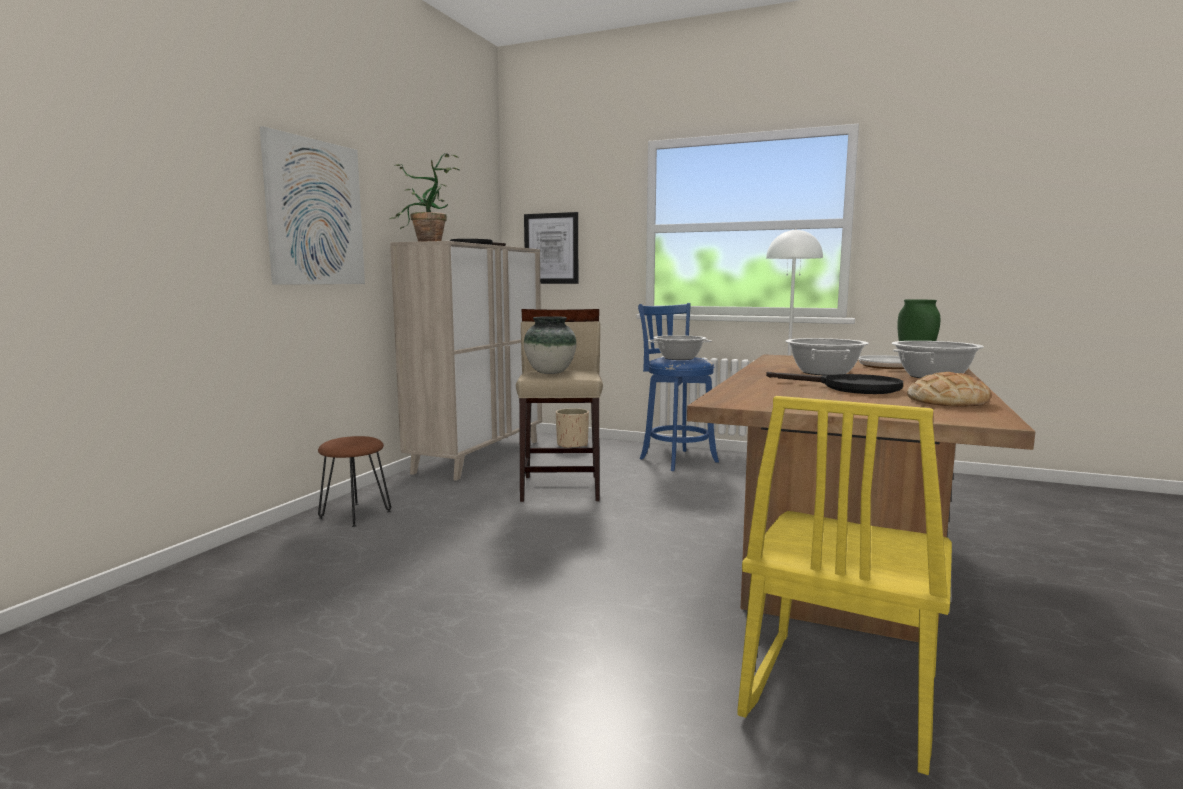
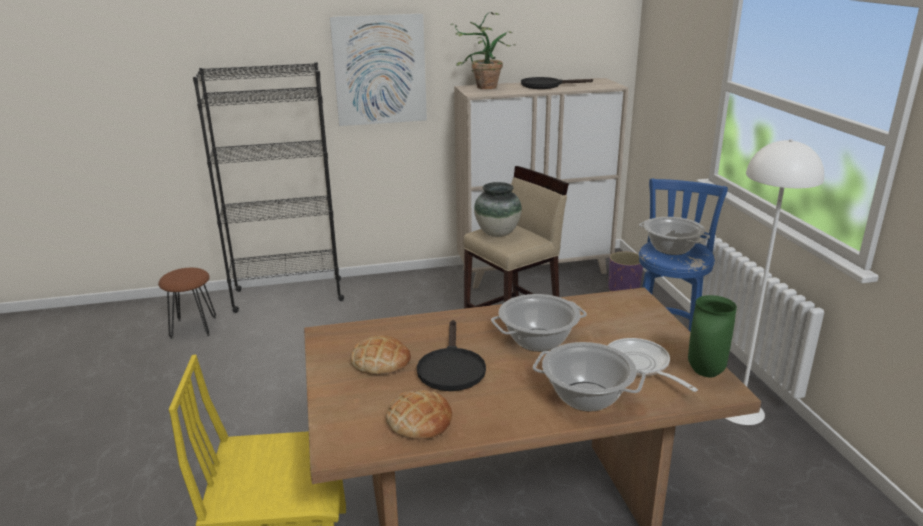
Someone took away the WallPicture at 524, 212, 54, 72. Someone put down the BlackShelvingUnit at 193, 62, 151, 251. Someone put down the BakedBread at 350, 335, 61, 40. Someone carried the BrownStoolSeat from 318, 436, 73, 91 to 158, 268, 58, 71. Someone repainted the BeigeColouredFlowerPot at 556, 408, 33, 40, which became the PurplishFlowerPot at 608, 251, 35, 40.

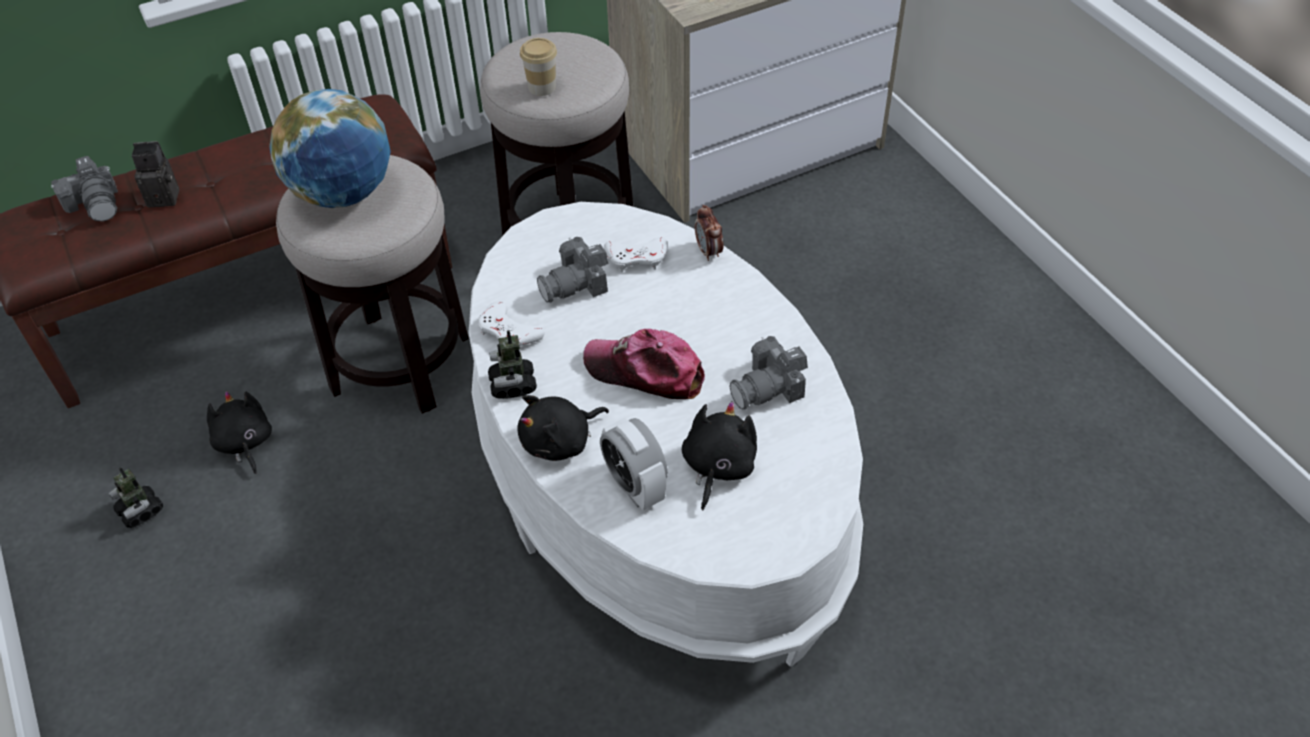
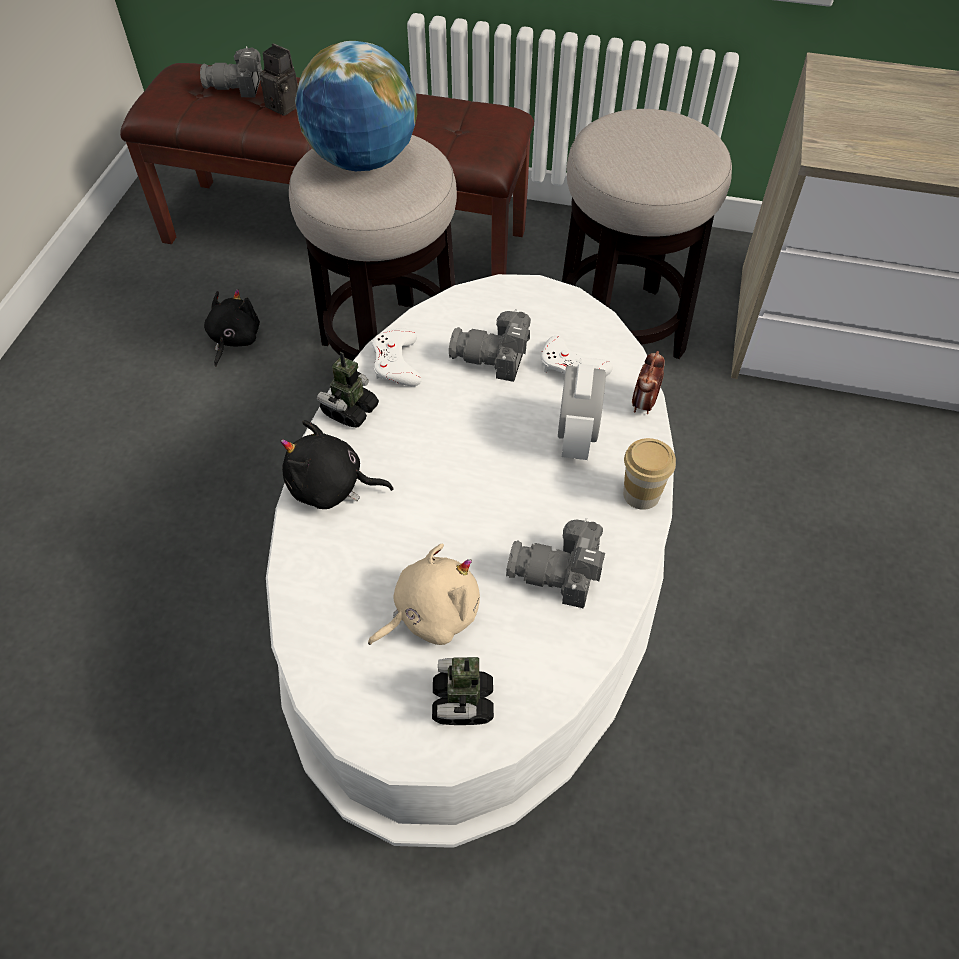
Someone took away the Cap at 583, 329, 122, 70. Someone carried the RobotFigure from 109, 467, 54, 61 to 432, 657, 62, 68. Someone carried the DrinkingCup from 520, 38, 37, 58 to 623, 438, 53, 72. Someone carried the AlarmClock from 600, 418, 68, 92 to 558, 363, 48, 97. Someone repainted the BlackCuddlyToy at 682, 401, 75, 109, which became the BeigeColouredCuddlyToy at 368, 544, 112, 101. Someone rotated the PhotoCamera at 51, 156, 67, 65 by 75 degrees clockwise.

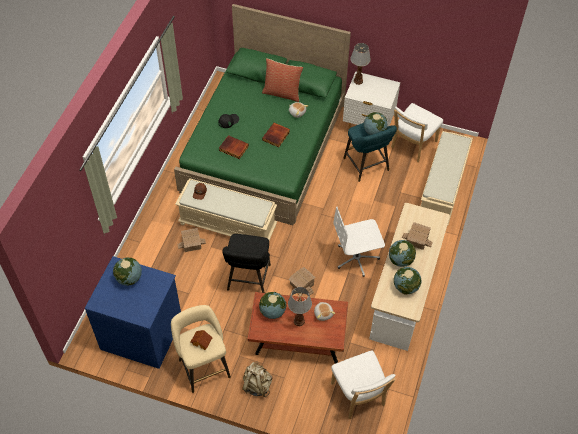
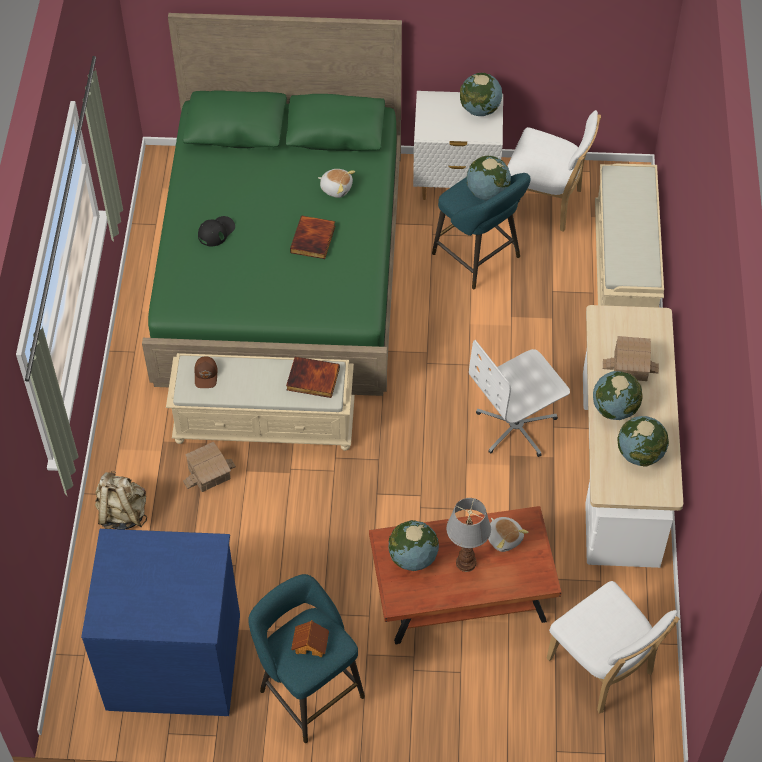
Someone took away the BlackStoolSeat at 222, 234, 49, 59. Someone took away the Cushion at 262, 58, 41, 44. Someone took away the ModelHouse at 288, 267, 28, 28. Someone took away the TableLamp at 350, 43, 21, 42. Someone carried the Globe from 113, 257, 29, 29 to 460, 73, 42, 43. Someone carried the BoundBook from 219, 135, 30, 24 to 286, 357, 54, 41. Someone carried the BeigeColouredBackpack from 242, 362, 30, 35 to 95, 470, 52, 60. Someone repainted the BeigeColouredStoolSeat at 171, 305, 60, 88, which became the TurquoiseColouredStoolSeat at 248, 574, 117, 169. Someone rotated the WhitishPlainChair at 391, 103, 52, 59 by 90 degrees counterclockwise.

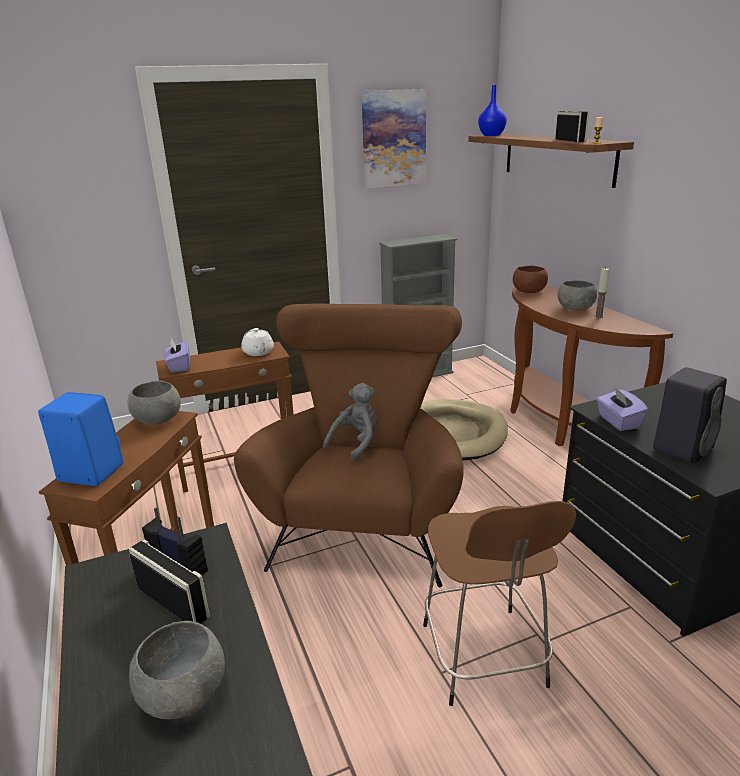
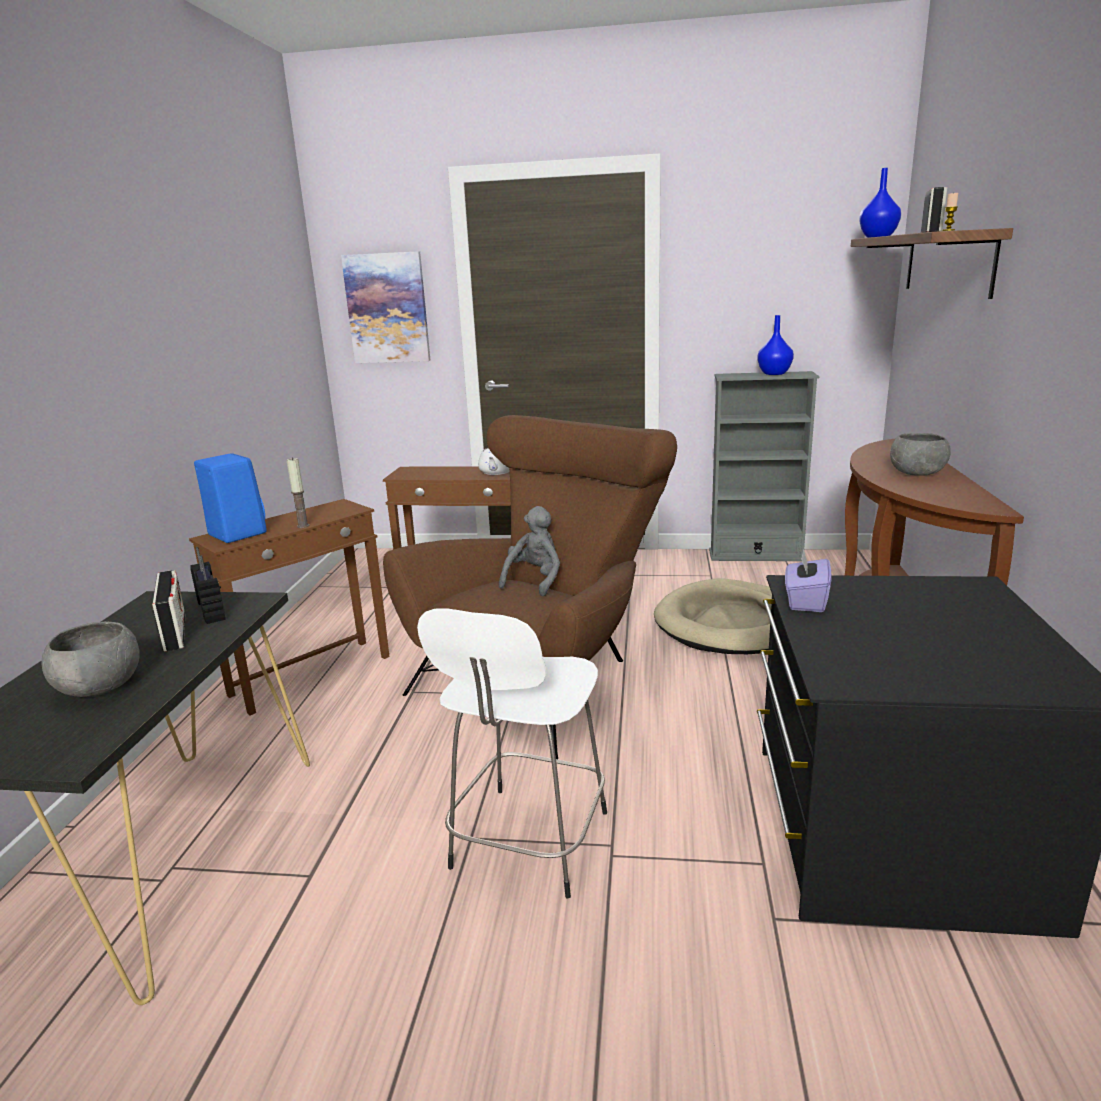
Someone took away the GreyishServingBowl at 127, 381, 54, 44. Someone took away the PurplishBoxOfTissues at 164, 338, 26, 35. Someone took away the BrownServingBowl at 513, 266, 35, 27. Someone took away the BlackSpeaker at 653, 367, 74, 97. Someone put down the BluishVase at 757, 315, 37, 60. Someone carried the WallPicture from 361, 89, 65, 100 to 341, 251, 89, 112. Someone carried the WaxCandle from 595, 267, 15, 51 to 287, 457, 22, 71. Someone repainted the BrownStoolSeat at 423, 501, 153, 205, which became the WhitishStoolSeat at 417, 608, 190, 290. Someone rotated the GreyishCuddlyToy at 323, 383, 54, 78 by 45 degrees counterclockwise.

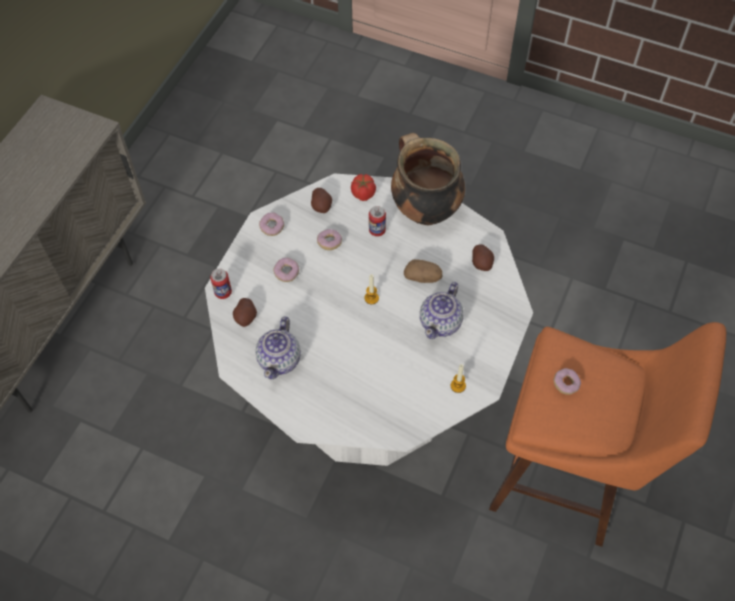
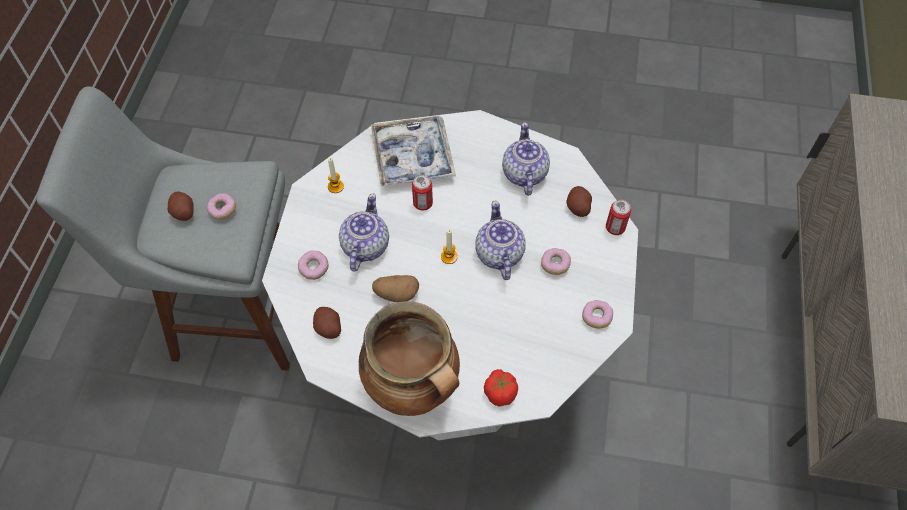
Someone put down the Tray at 371, 116, 85, 71. Someone put down the PotForTea at 475, 201, 51, 79. Someone carried the Spud from 311, 188, 21, 25 to 168, 191, 26, 30. Someone carried the Doughnut from 317, 229, 25, 21 to 298, 250, 31, 30. Someone carried the Can from 369, 206, 17, 30 to 412, 175, 21, 36. Someone repainted the OrangeStoolSeat at 489, 322, 237, 225, which became the GreyishStoolSeat at 37, 86, 253, 285.

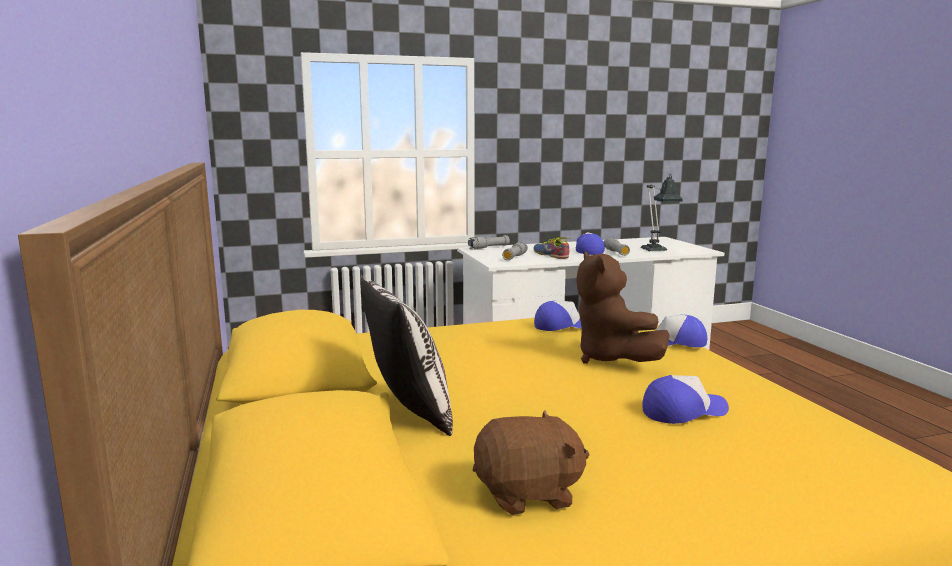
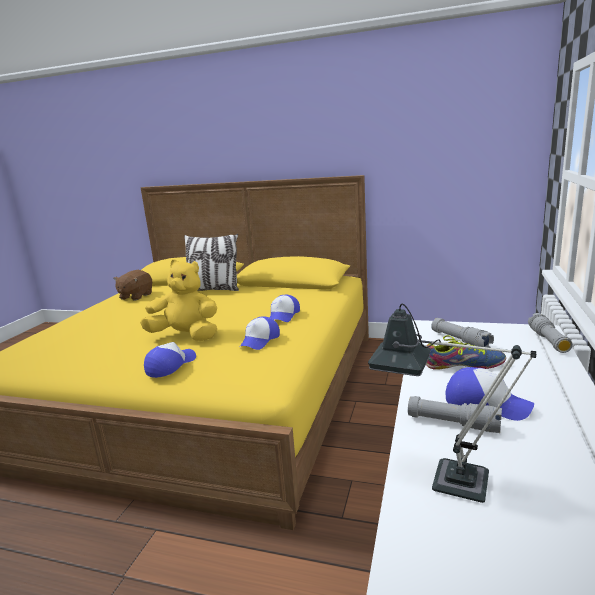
Someone carried the Cap from 642, 375, 87, 49 to 270, 295, 30, 27. Someone repainted the BrownCuddlyToy at 576, 252, 94, 112, which became the YellowishCuddlyToy at 140, 259, 77, 82.

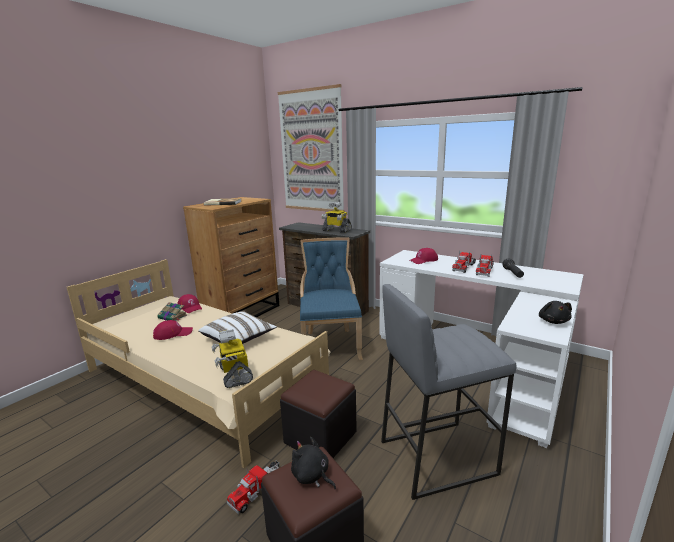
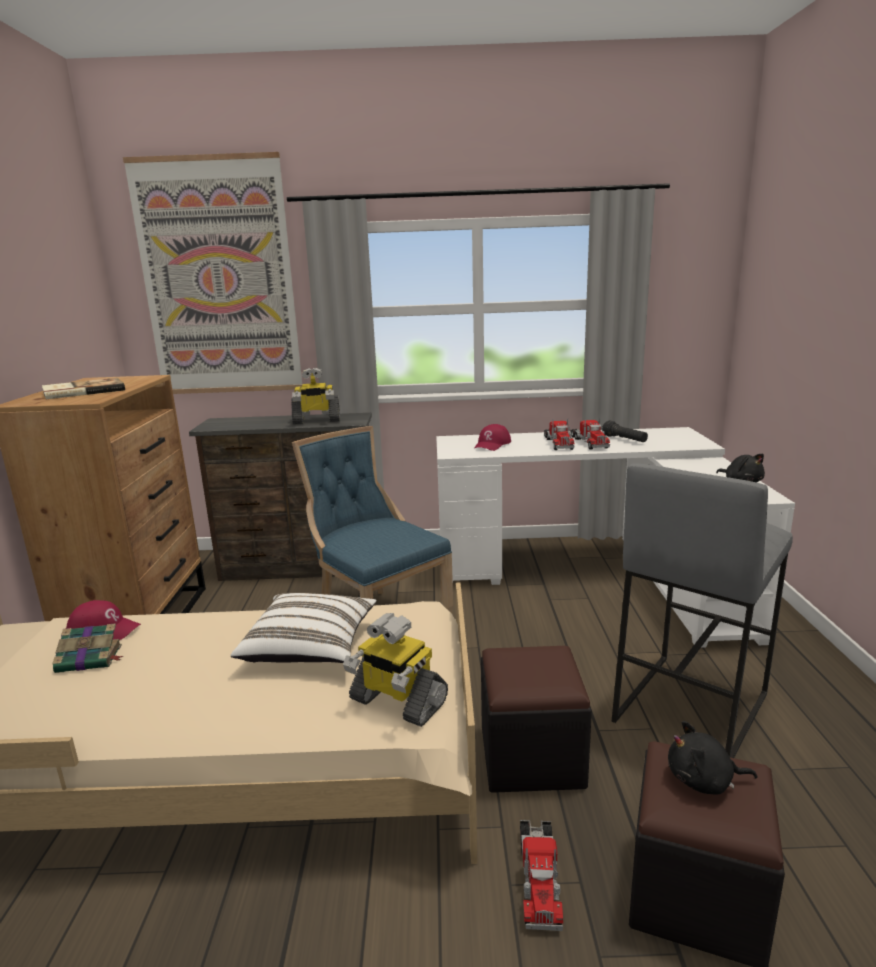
Someone took away the RedCap at 153, 320, 40, 20.

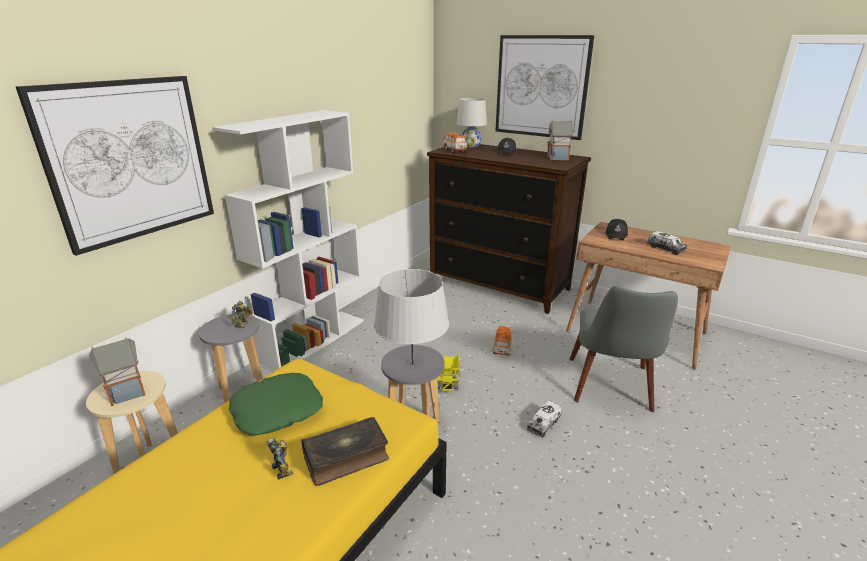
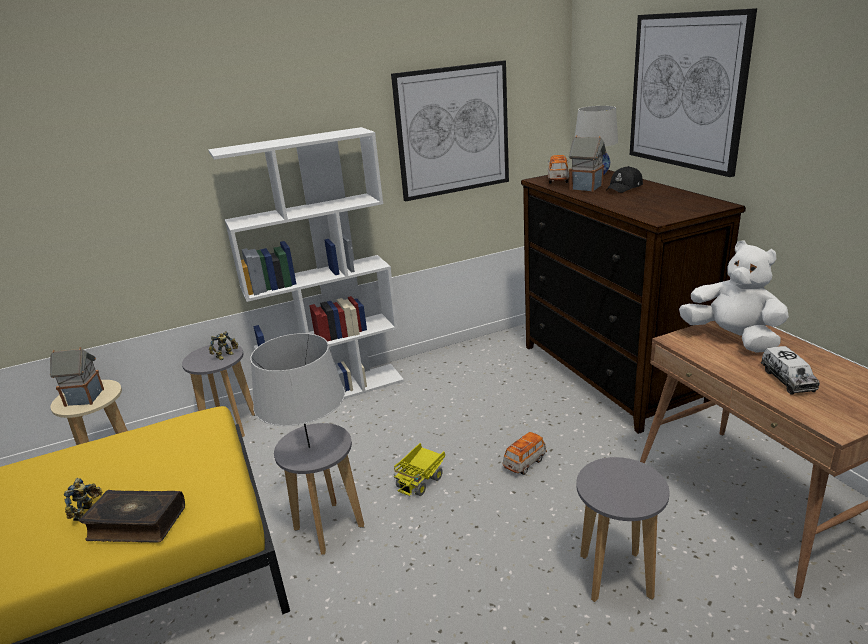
Someone took away the GreenCushion at 229, 373, 94, 63. Someone took away the ToyLorry at 527, 400, 34, 38. Someone carried the WallPicture from 15, 76, 199, 180 to 391, 60, 118, 142. Someone carried the ModelHouse from 547, 120, 27, 41 to 569, 135, 38, 57. Someone swapped the GreyishPlainChair at 569, 286, 109, 126 for the GreyishStoolSeat at 576, 457, 94, 145. Someone swapped the BlackCap at 605, 219, 23, 22 for the WhitishCuddlyToy at 679, 241, 110, 112.

